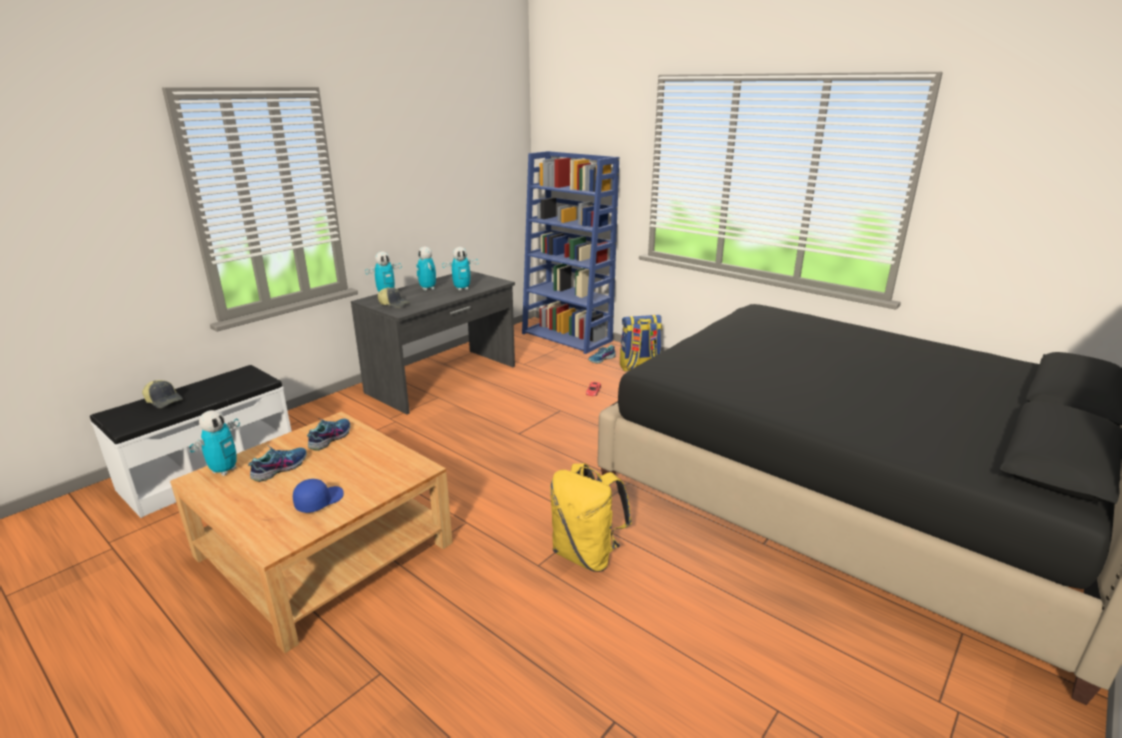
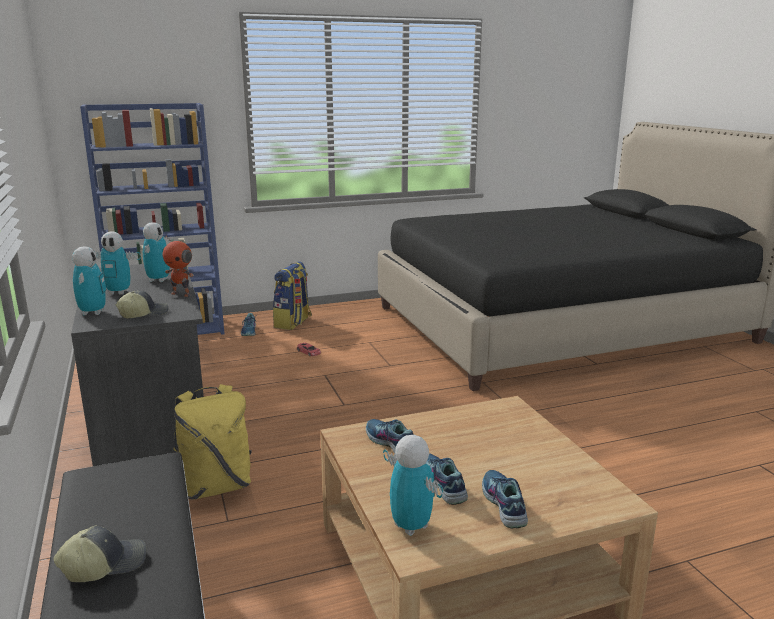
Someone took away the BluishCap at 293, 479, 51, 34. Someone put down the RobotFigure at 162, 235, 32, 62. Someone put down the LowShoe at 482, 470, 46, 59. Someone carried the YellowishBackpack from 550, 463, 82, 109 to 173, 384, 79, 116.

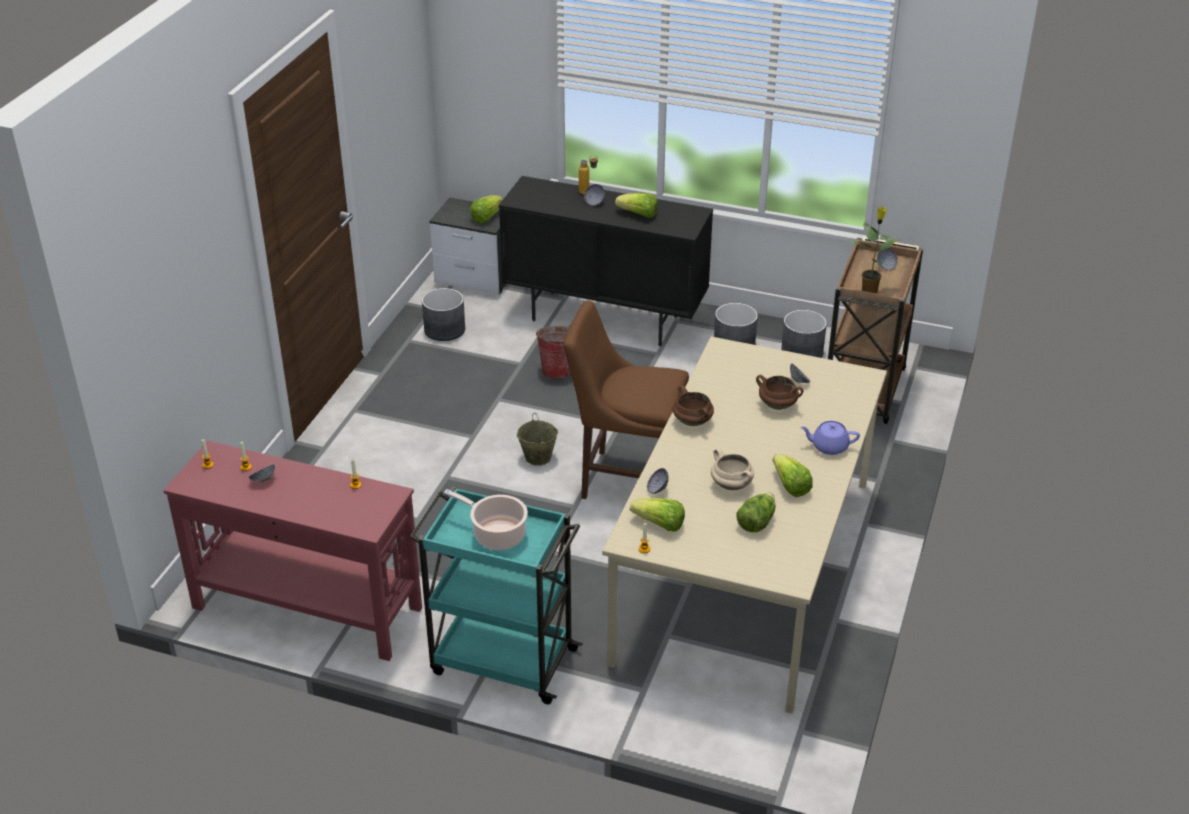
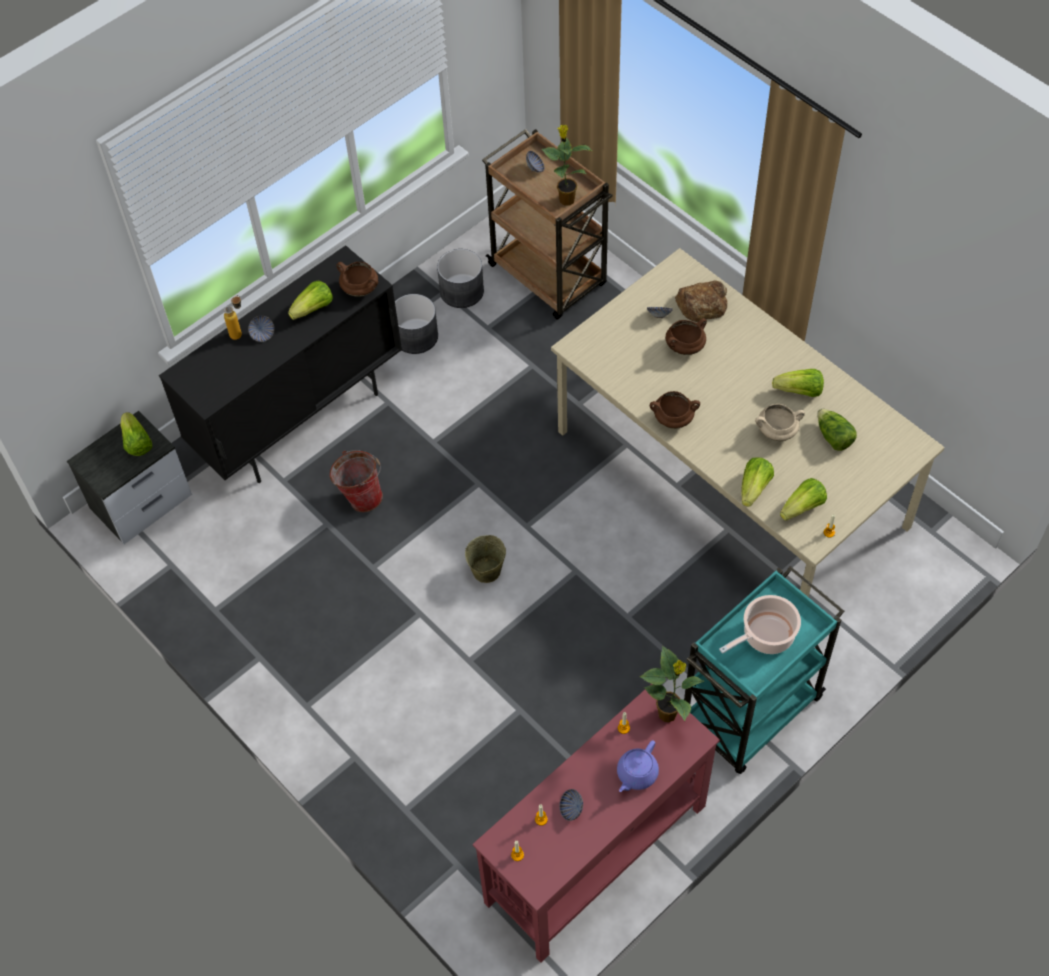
Someone took away the GreyishFlowerPot at 422, 288, 43, 53. Someone took away the BrownPlainChair at 563, 300, 126, 199. Someone put down the BrownCookingPot at 336, 262, 42, 35. Someone put down the PottedPlant at 640, 646, 65, 76. Someone put down the BakedBread at 675, 281, 52, 41. Someone carried the PurplishPotForTea from 800, 421, 60, 34 to 617, 740, 42, 52. Someone swapped the ServingBowl at 647, 468, 22, 26 for the LettuceHead at 741, 457, 33, 50.

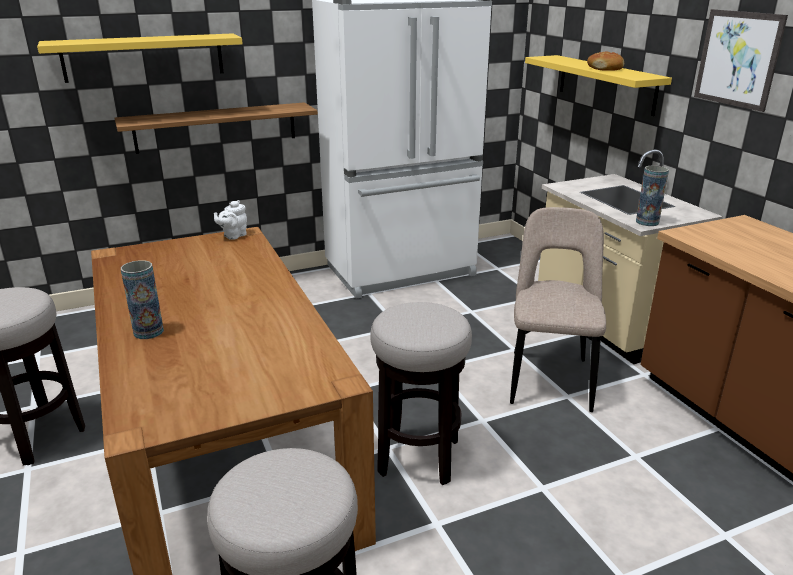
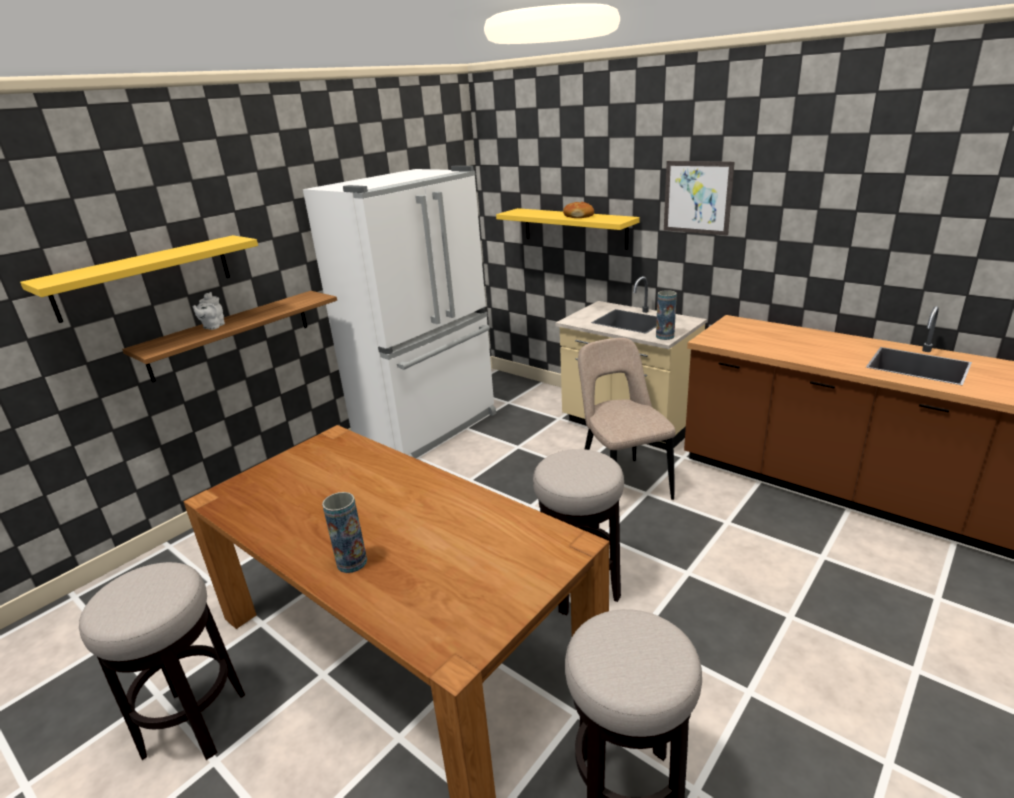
Someone carried the WhitishPotForTea from 214, 200, 33, 40 to 192, 292, 33, 38.

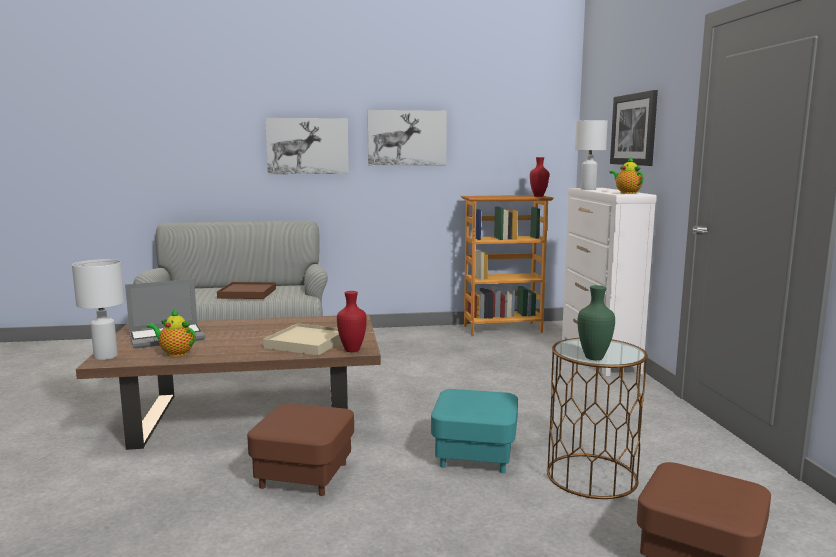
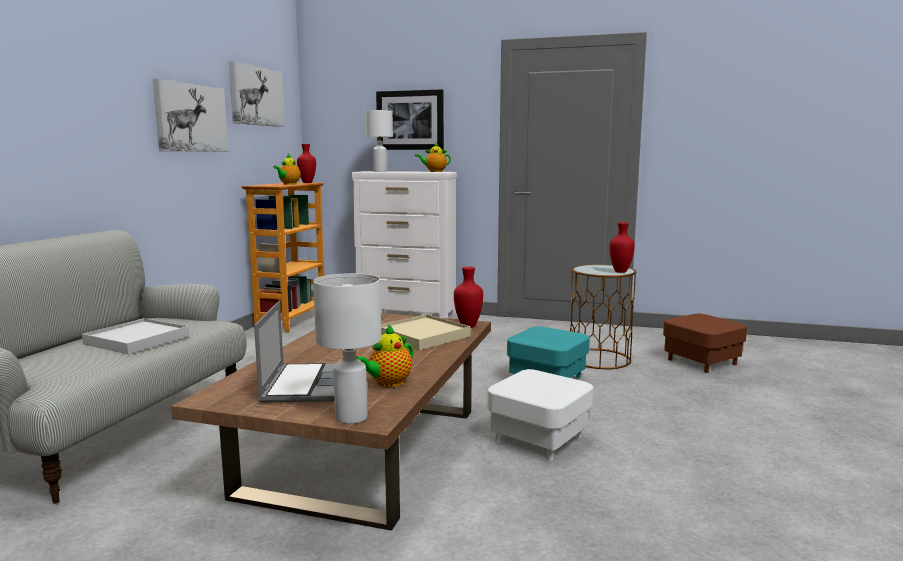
Someone put down the PotForTea at 273, 154, 28, 31. Someone carried the WallPicture from 265, 118, 84, 56 to 229, 61, 56, 66. Someone repainted the BrownTray at 217, 282, 59, 17, which became the WhitishTray at 82, 318, 107, 36. Someone repainted the BrownFootrest at 247, 404, 107, 92, which became the WhitishFootrest at 487, 369, 106, 92. Someone repainted the GreenVase at 578, 285, 37, 75, which became the RedVase at 610, 222, 25, 51.

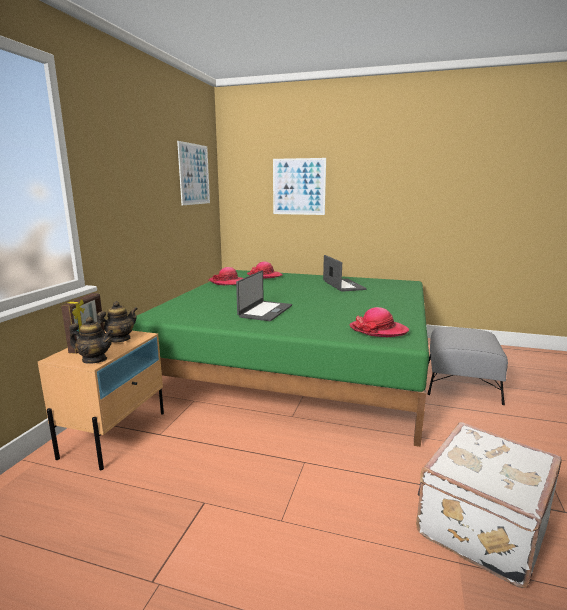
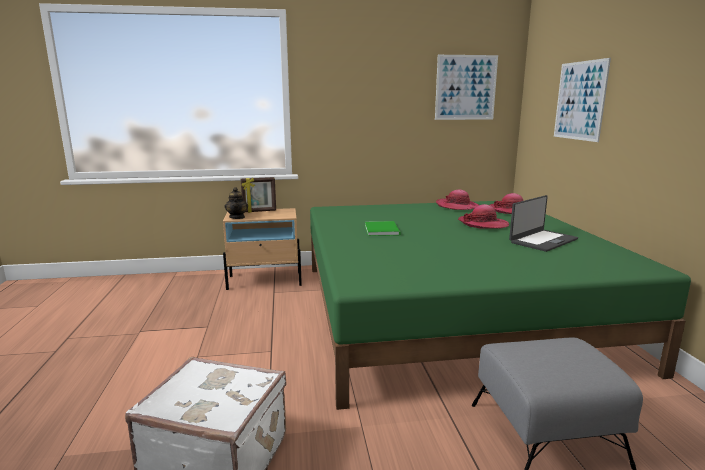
Someone took away the PotForTea at 97, 301, 40, 41. Someone carried the WearableHat from 350, 307, 59, 30 to 458, 204, 51, 25. Someone swapped the PortableComputer at 236, 271, 56, 50 for the GreenBoundBook at 365, 221, 36, 15.

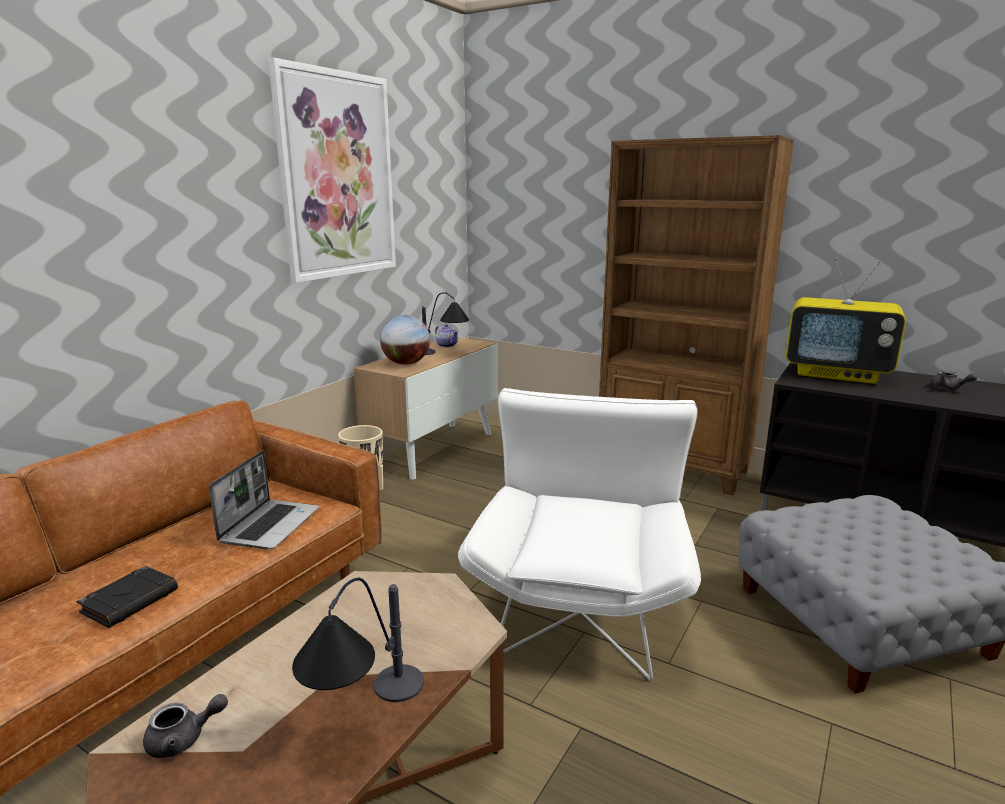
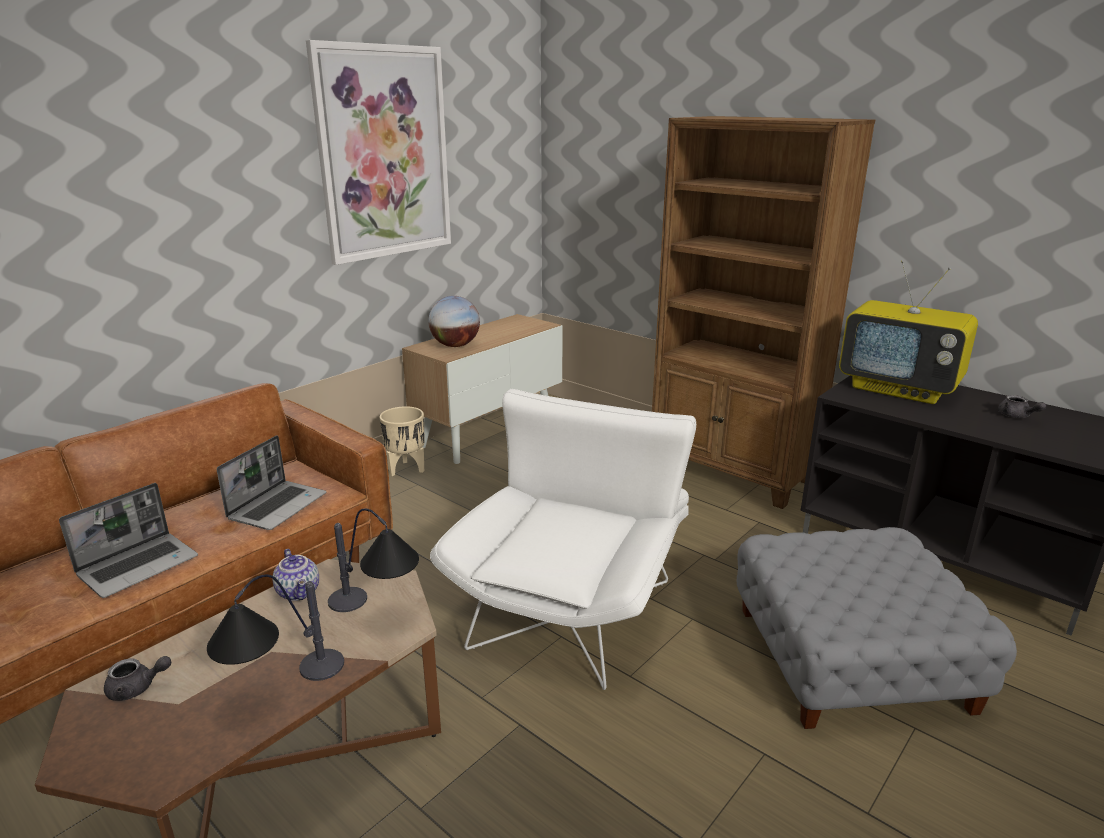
Someone carried the TableLamp from 422, 292, 47, 63 to 328, 508, 91, 104. Someone carried the PotForTea from 435, 324, 23, 24 to 272, 549, 47, 52. Someone swapped the BlackBoundBook at 77, 566, 101, 62 for the PortableComputer at 59, 483, 139, 115.

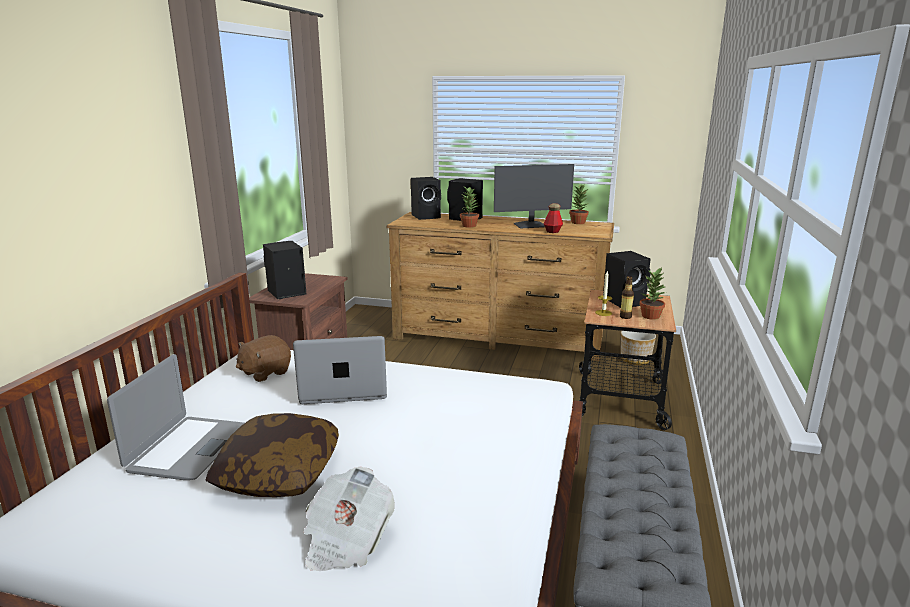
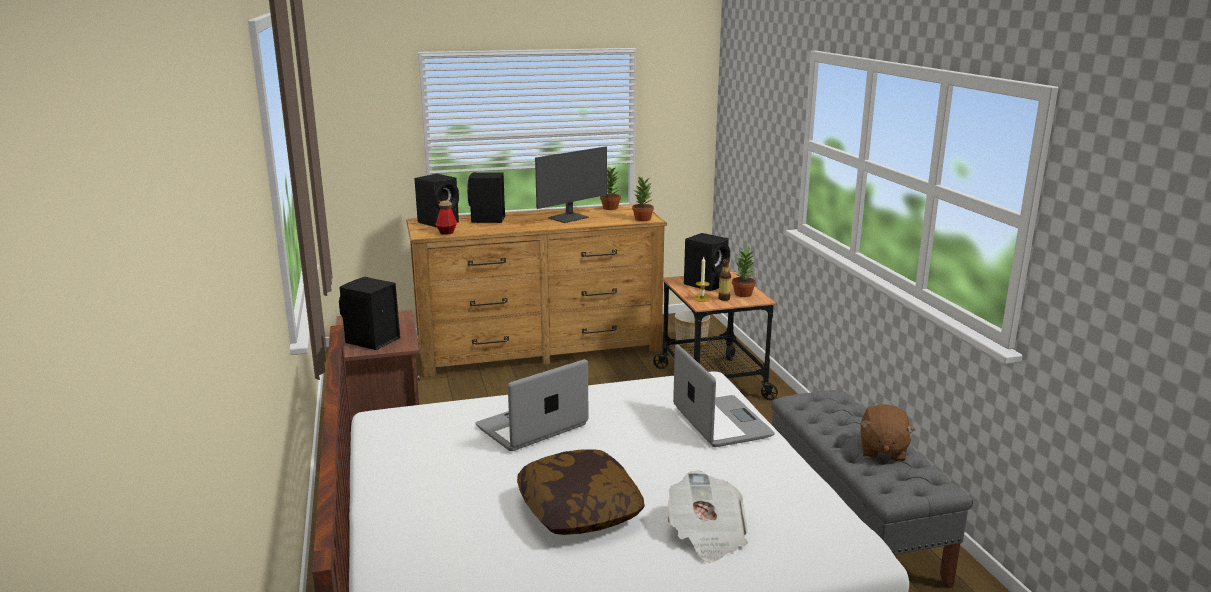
Someone carried the PortableComputer from 107, 354, 137, 126 to 673, 344, 102, 103. Someone carried the BrownCuddlyToy from 236, 335, 55, 47 to 860, 404, 55, 58. Someone carried the PottedPlant from 460, 187, 20, 41 to 632, 176, 22, 45. Someone carried the DrinkBottle from 544, 203, 19, 30 to 435, 200, 22, 35.

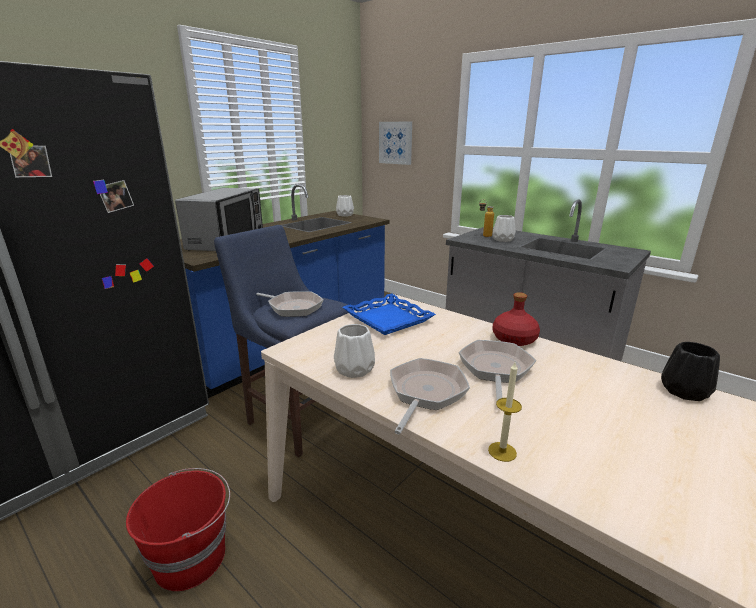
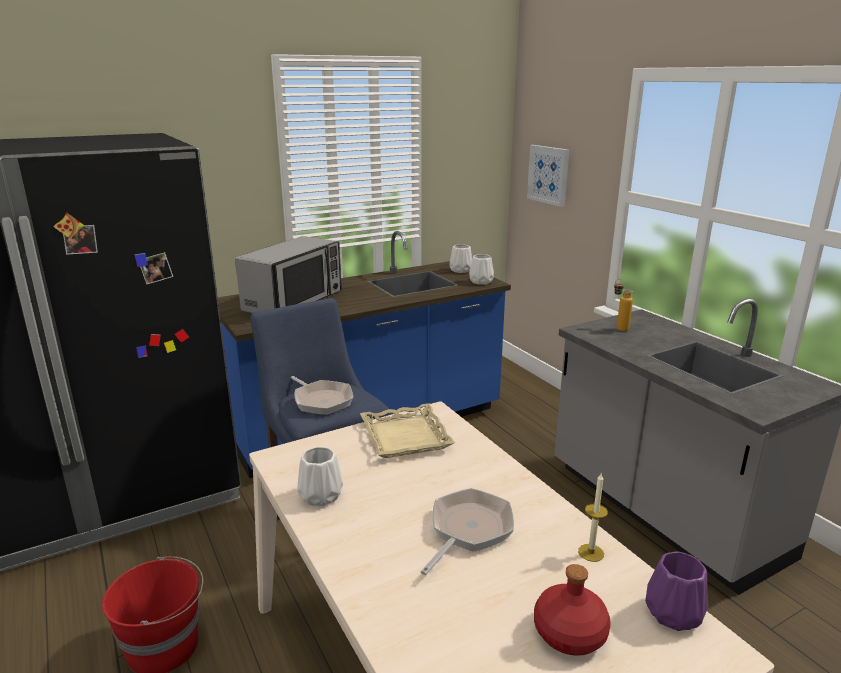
Someone took away the Skillet at 390, 358, 80, 76. Someone carried the WaxCandle from 488, 363, 34, 99 to 578, 474, 30, 88. Someone carried the WhitishVase from 493, 215, 23, 27 to 469, 254, 25, 31. Someone carried the RedDrinkBottle from 493, 292, 47, 54 to 534, 564, 77, 92. Someone repainted the BluishTray at 342, 293, 94, 42, which became the BeigeColouredTray at 360, 403, 95, 55. Someone repainted the BlackVase at 661, 342, 59, 59, which became the PurplishVase at 645, 552, 63, 79.

